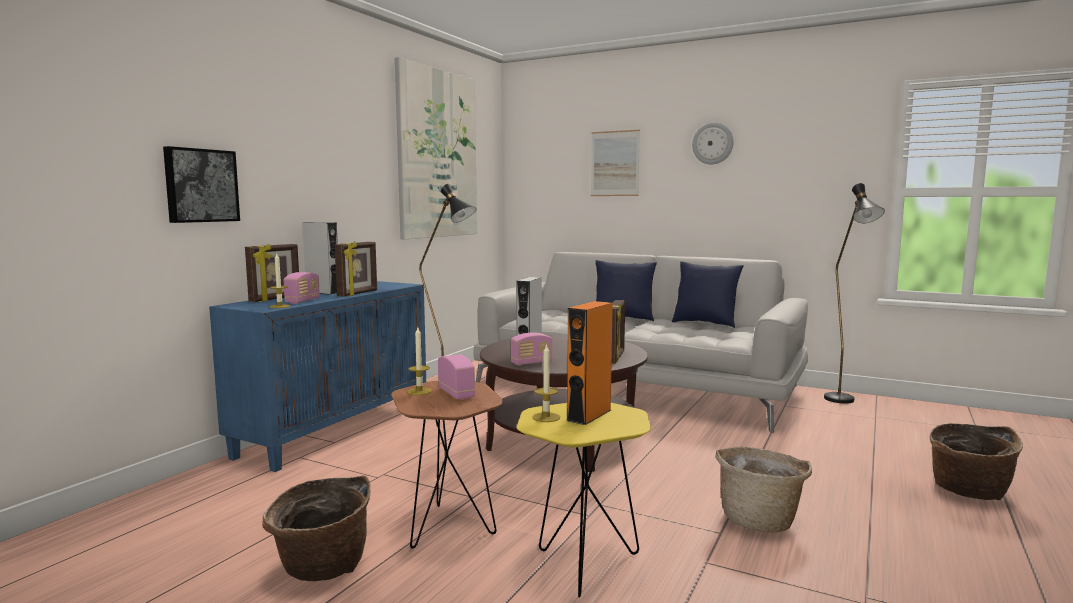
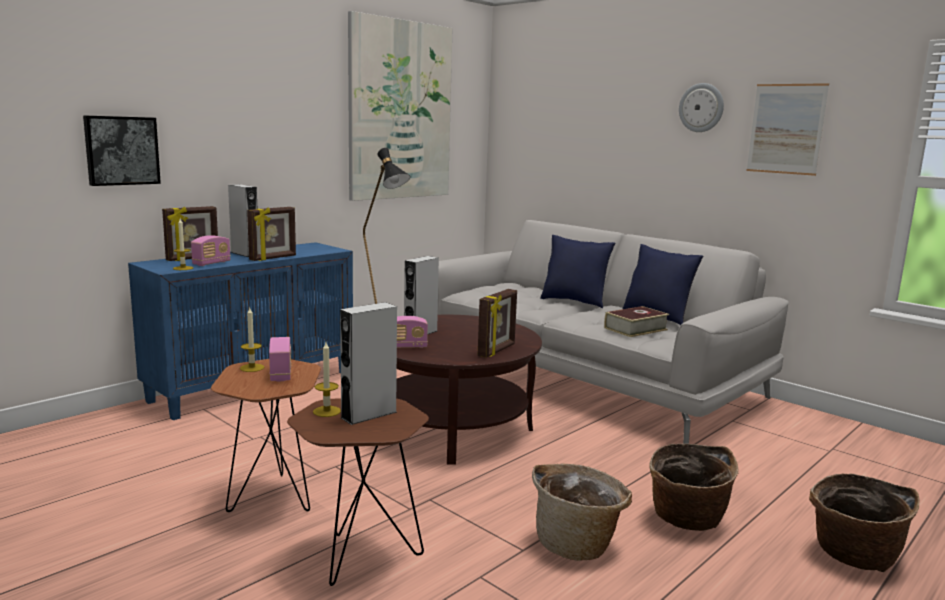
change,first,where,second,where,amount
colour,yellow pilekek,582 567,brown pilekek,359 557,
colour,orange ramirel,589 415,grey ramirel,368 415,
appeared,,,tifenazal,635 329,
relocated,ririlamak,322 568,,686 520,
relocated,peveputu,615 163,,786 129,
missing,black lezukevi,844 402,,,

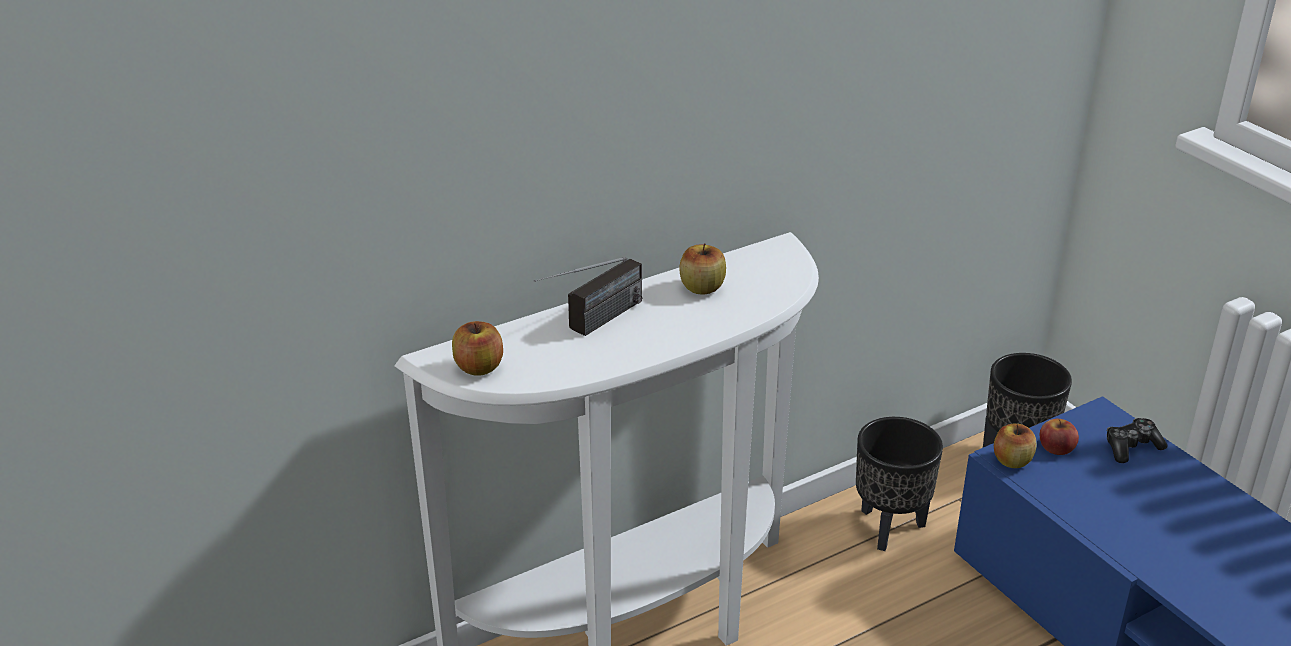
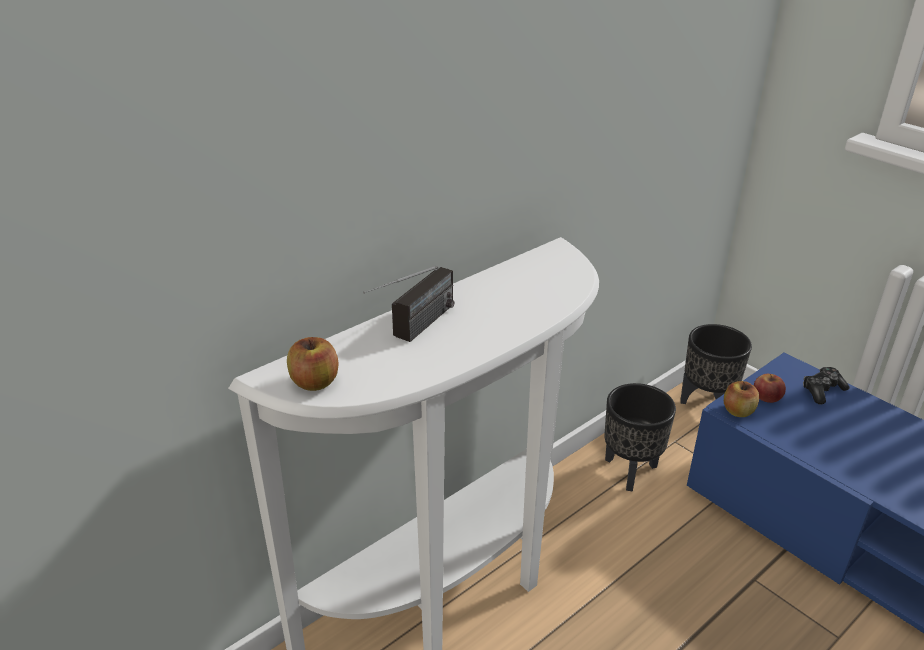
change,first,where,second,where,amount
missing,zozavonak,702 288,,,

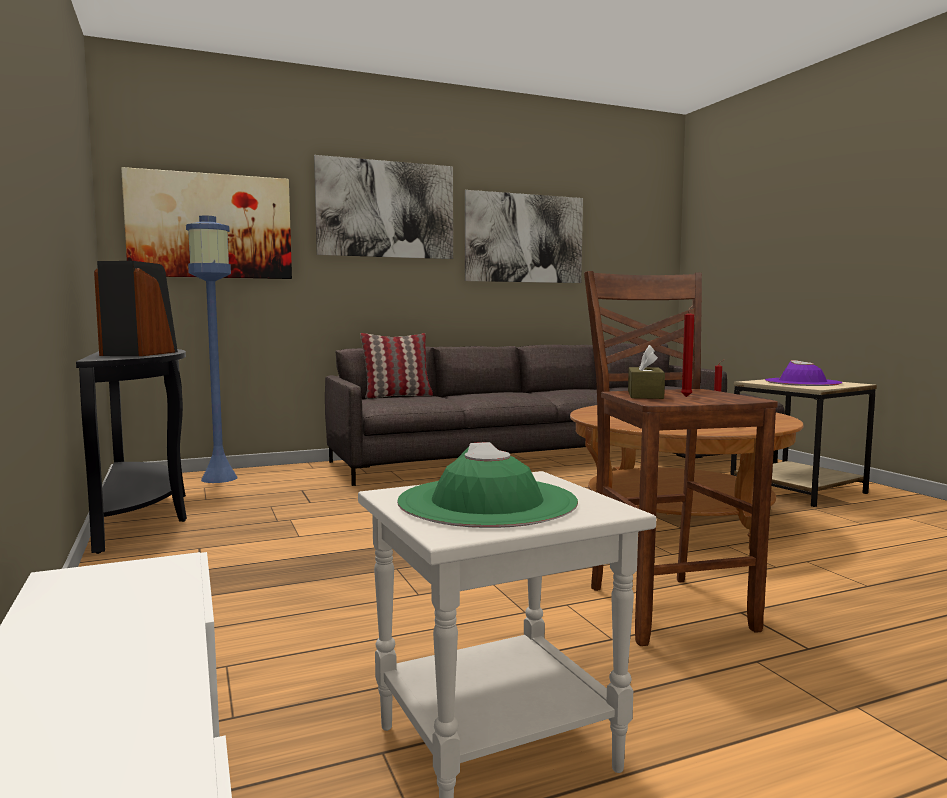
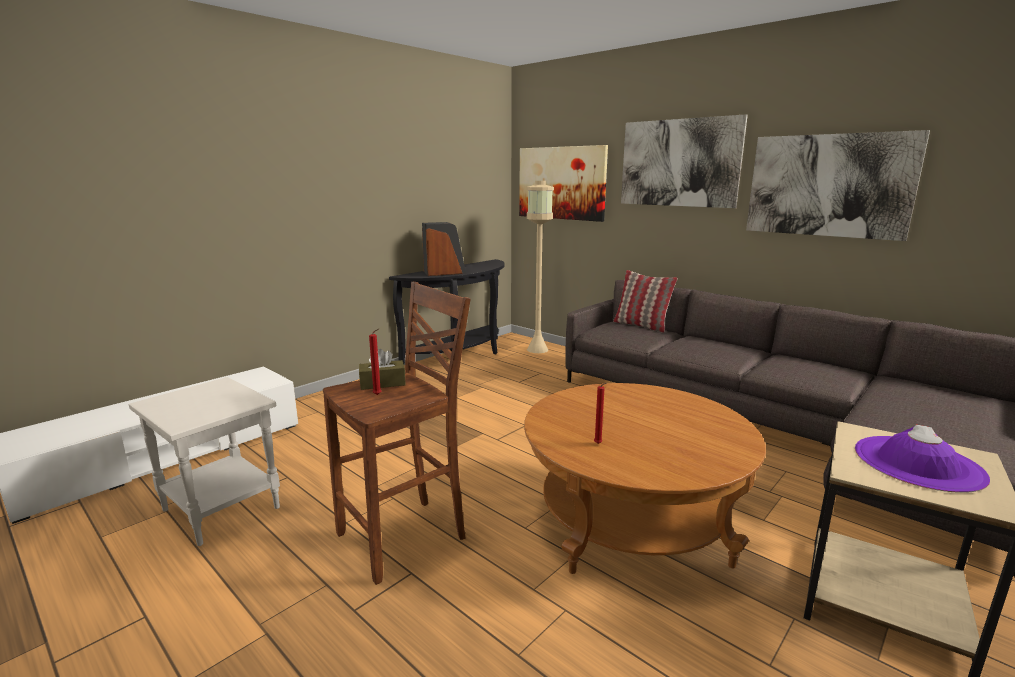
change,first,where,second,where,amount
colour,blue lezukevi,219 478,beige lezukevi,537 349,
missing,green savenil,487 502,,,

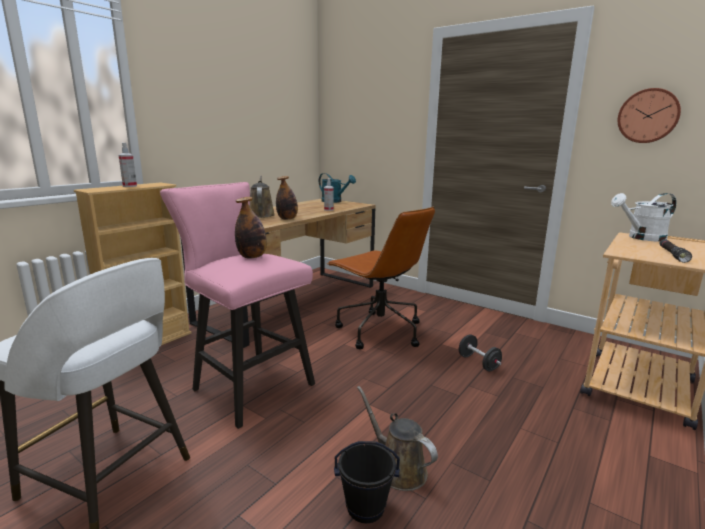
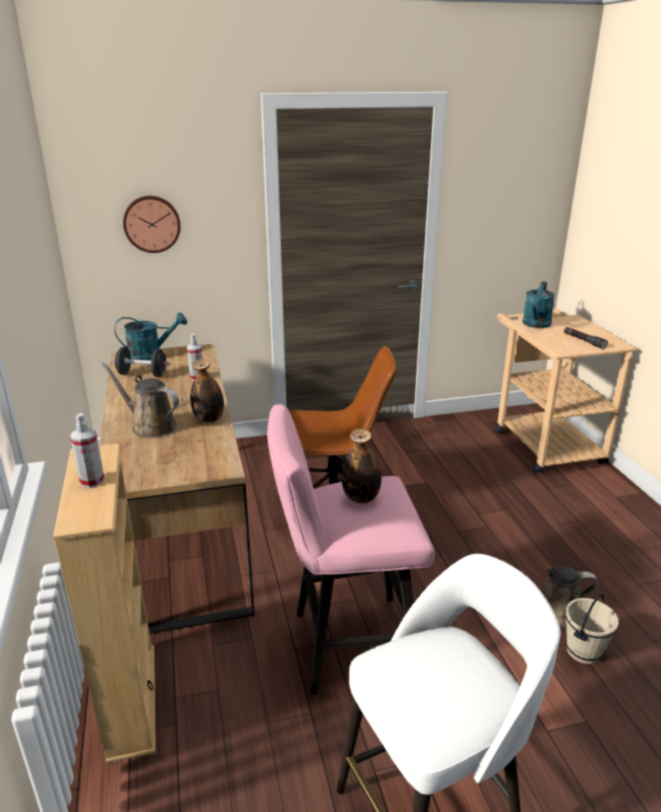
change,first,where,second,where,amount
relocated,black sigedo,478 363,,142 374,
relocated,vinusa,648 116,,152 223,
colour,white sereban,641 238,turquoise sereban,535 325,
colour,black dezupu,365 508,beige dezupu,584 652,

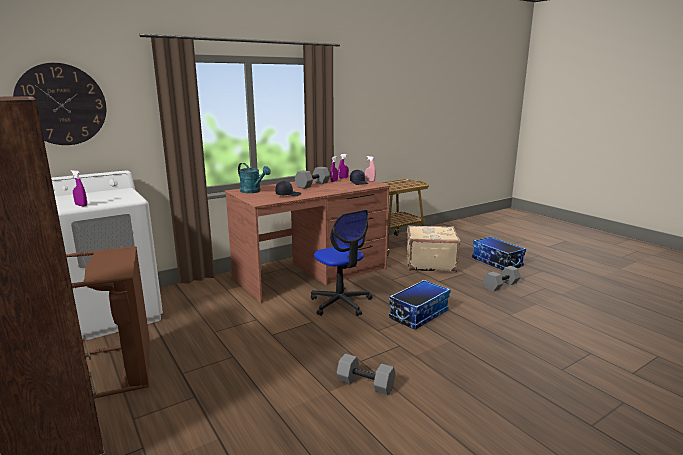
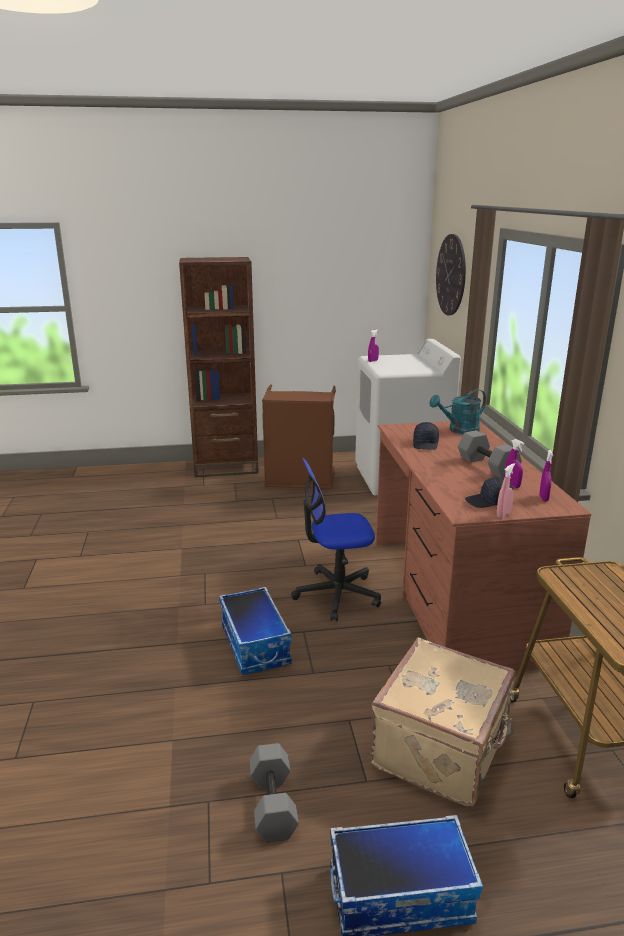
change,first,where,second,where,amount
missing,grey sigedo,366 383,,,

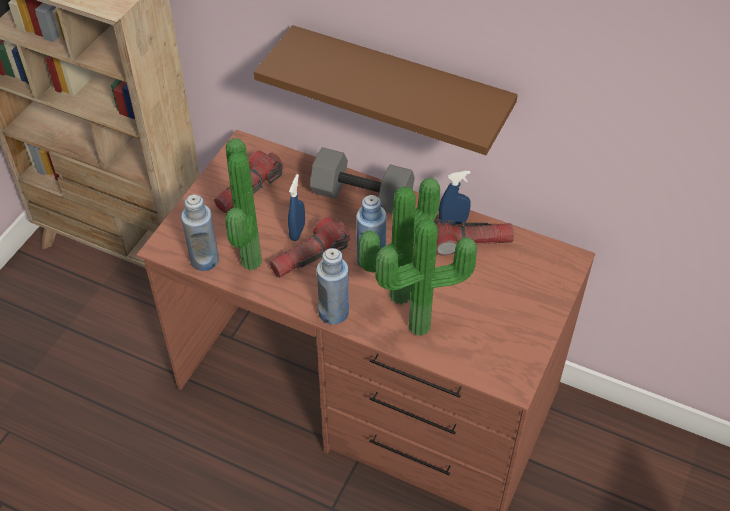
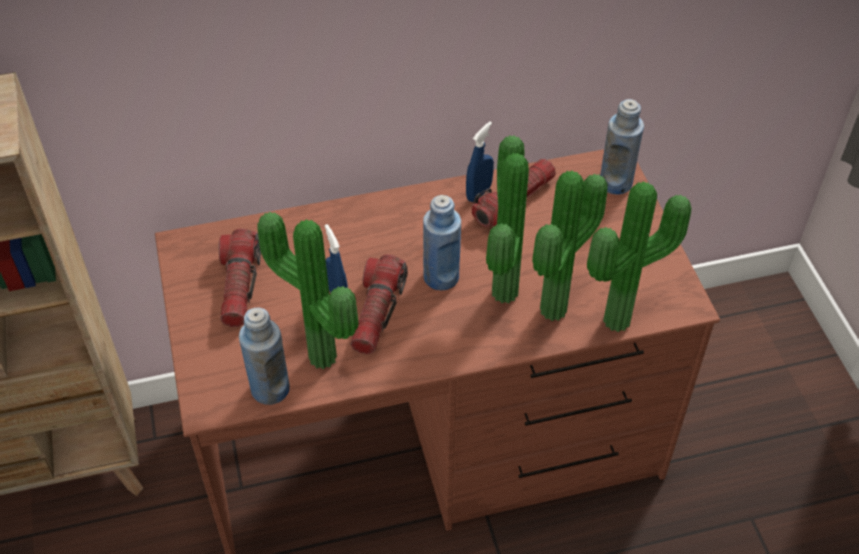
change,first,where,second,where,amount
appeared,,,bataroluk,621 324,
relocated,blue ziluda,333 312,,615 183,
missing,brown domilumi,400 87,,,
missing,grey sigedo,363 195,,,

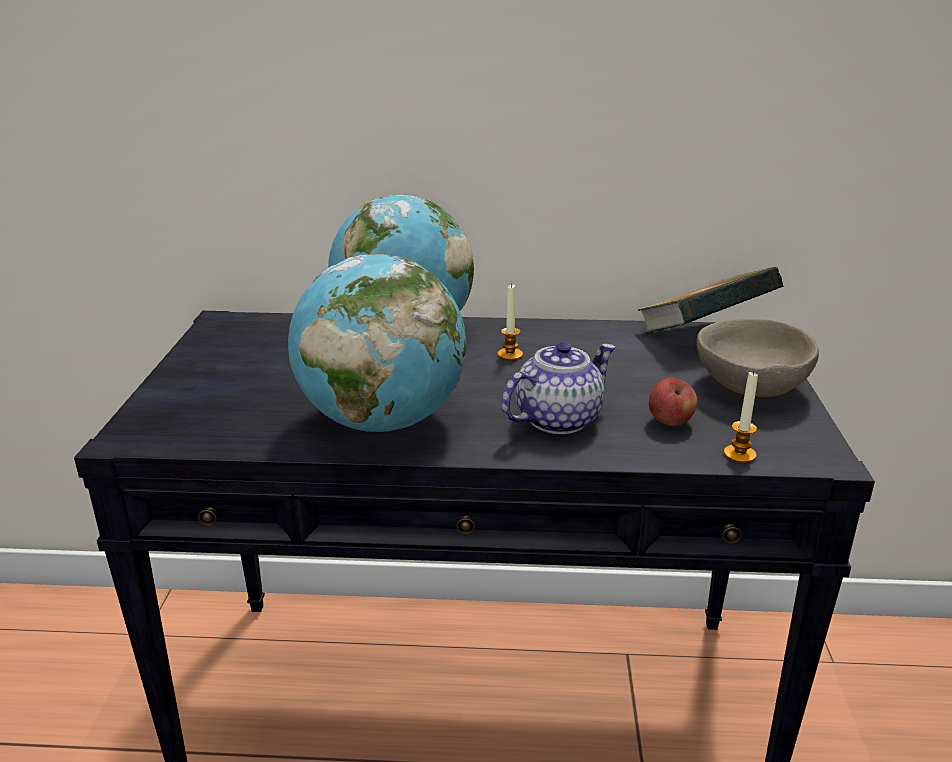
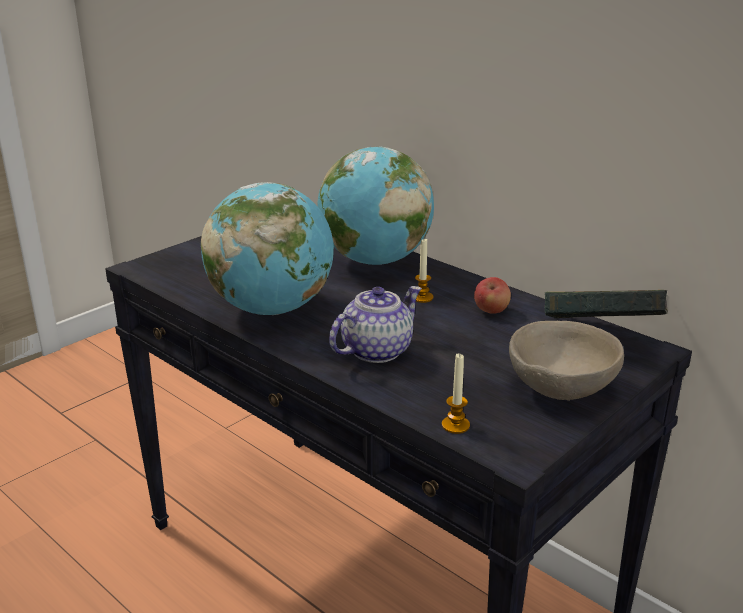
change,first,where,second,where,amount
spun,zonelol,558 419,,376 350,45 degrees counterclockwise
relocated,zozavonak,670 422,,491 311,

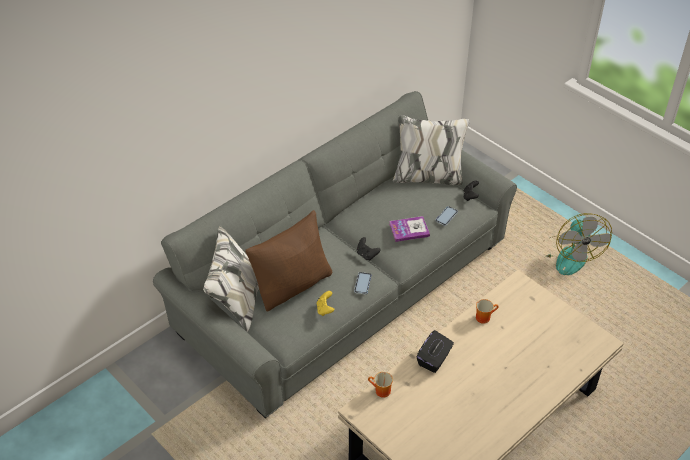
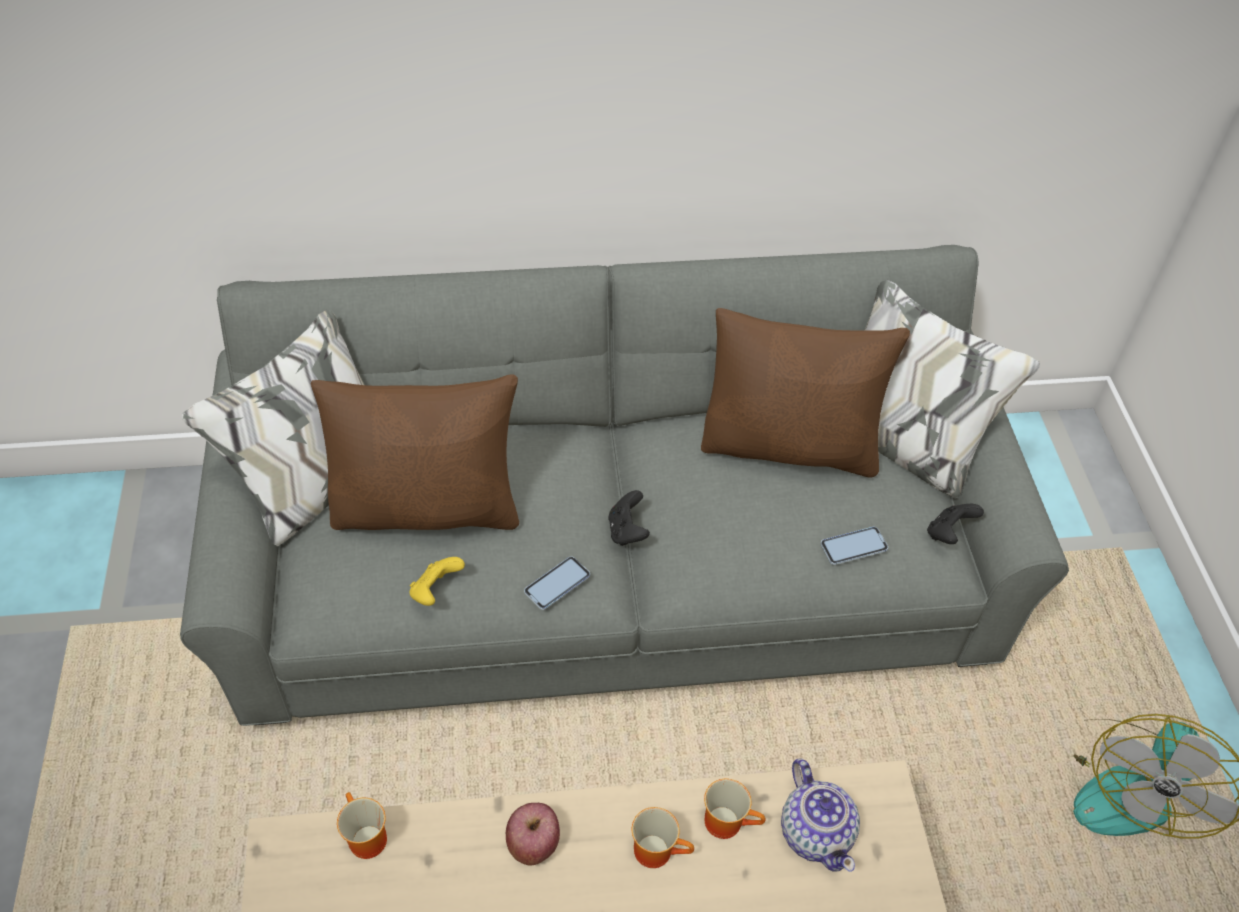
change,first,where,second,where,amount
exchanged,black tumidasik,434 359,zozavonak,533 845,
appeared,,,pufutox,658 849,
appeared,,,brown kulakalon,790 445,
appeared,,,zonelol,816 832,
missing,tifenazal,409 230,,,

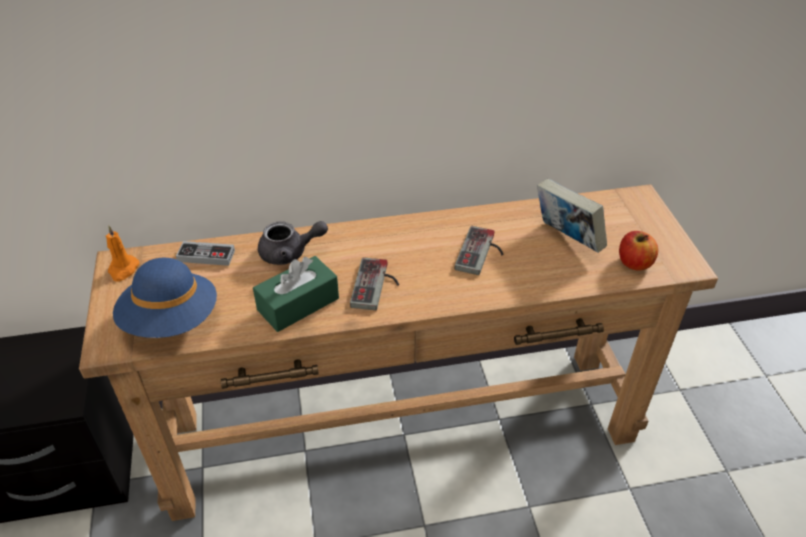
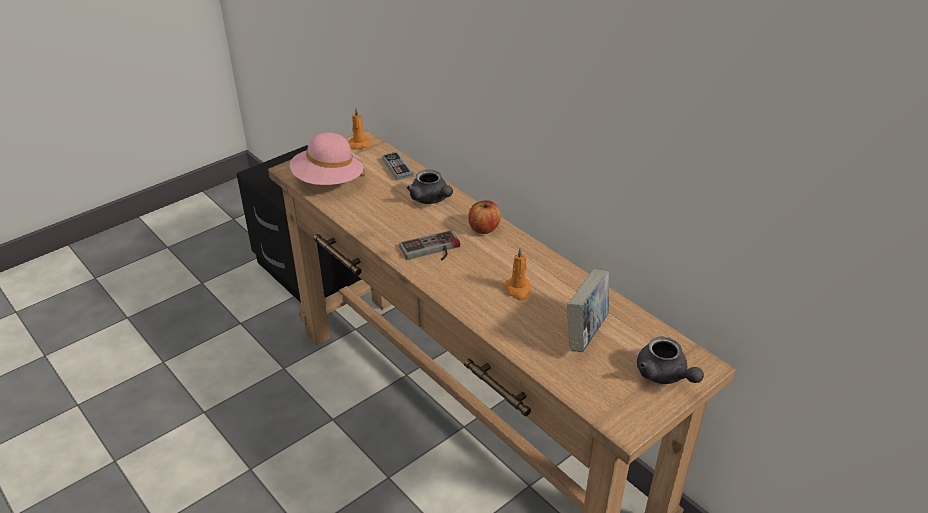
change,first,where,second,where,amount
colour,blue savenil,171 320,pink savenil,328 181,
relocated,zozavonak,634 263,,484 228,
exchanged,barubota,482 253,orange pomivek,518 290,
appeared,,,grey zonelol,665 375,
missing,green tumidasik,298 304,,,

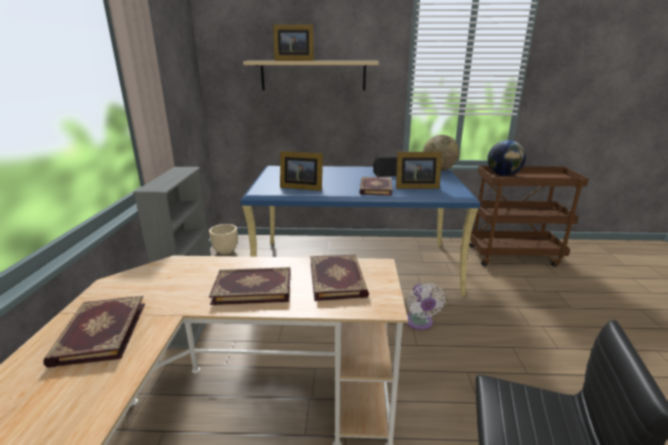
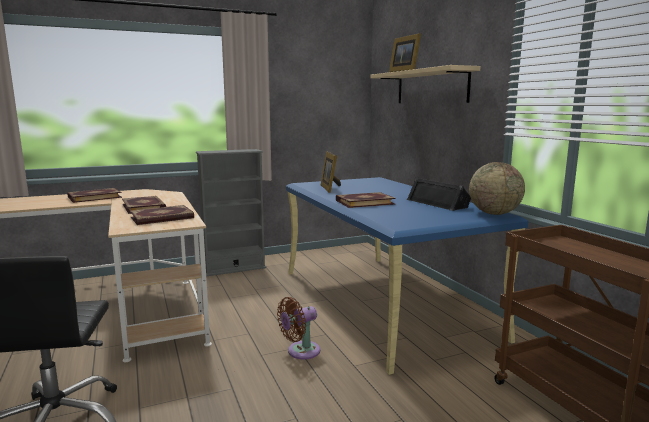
change,first,where,second,where,amount
colour,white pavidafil,419 323,brown pavidafil,300 352,
missing,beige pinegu,225 251,,,
missing,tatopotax,415 187,,,
missing,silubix,503 175,,,

